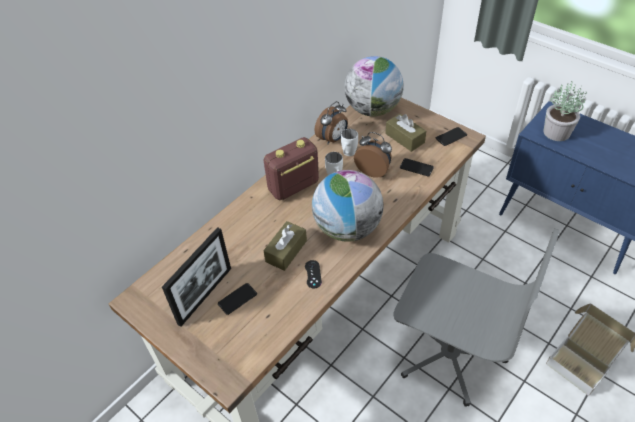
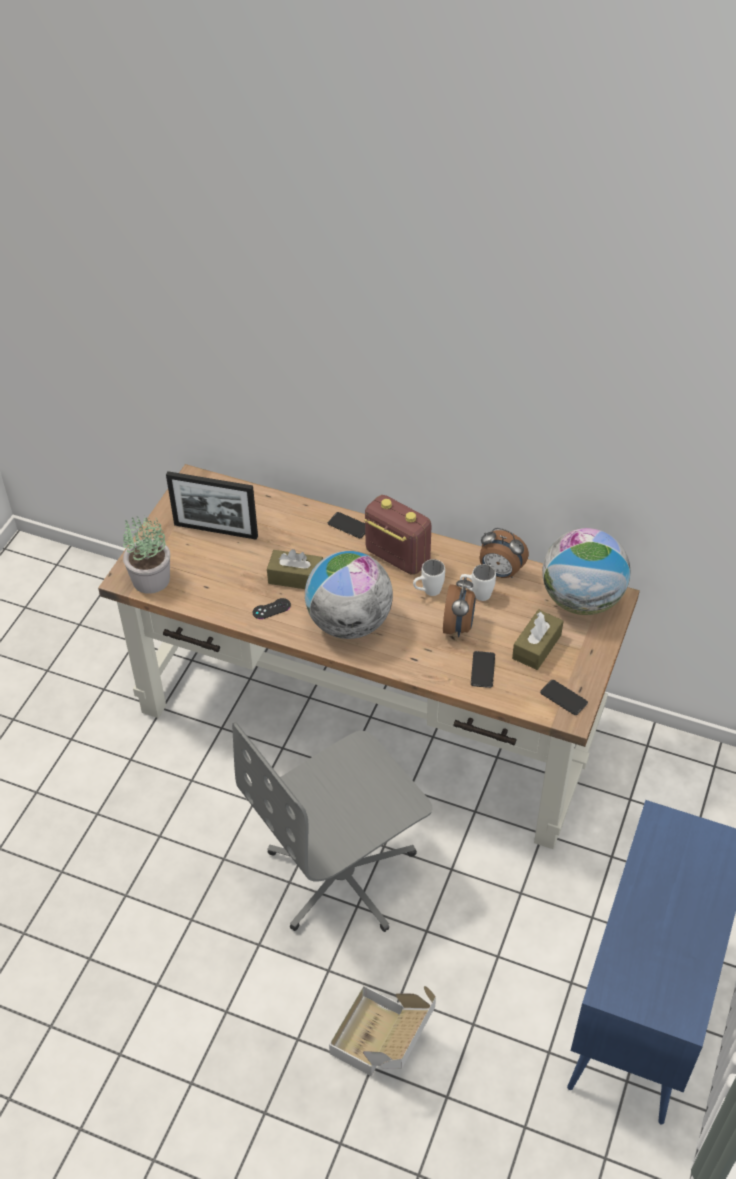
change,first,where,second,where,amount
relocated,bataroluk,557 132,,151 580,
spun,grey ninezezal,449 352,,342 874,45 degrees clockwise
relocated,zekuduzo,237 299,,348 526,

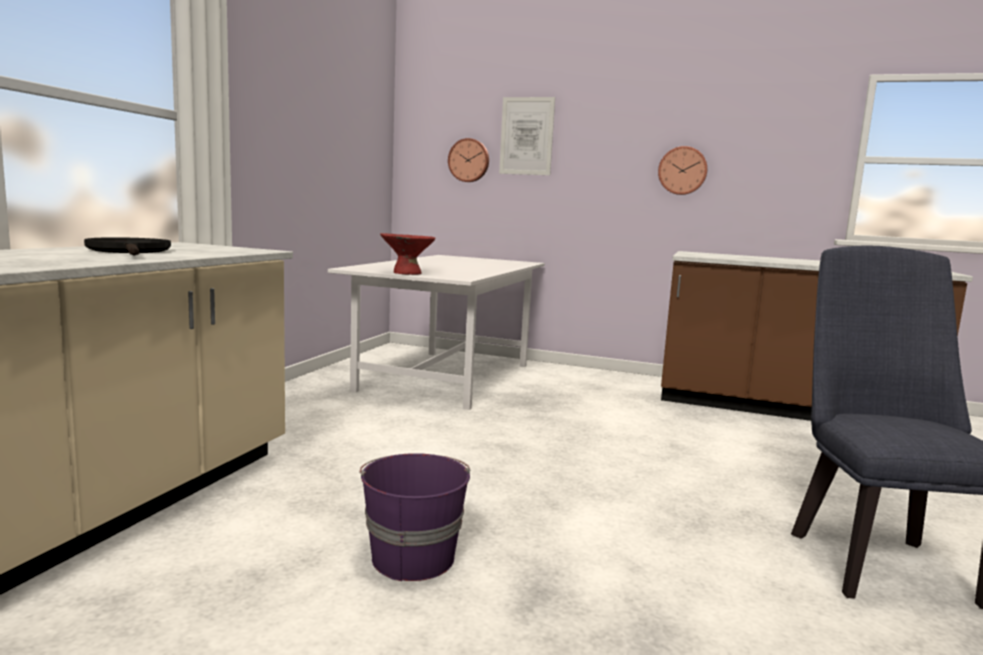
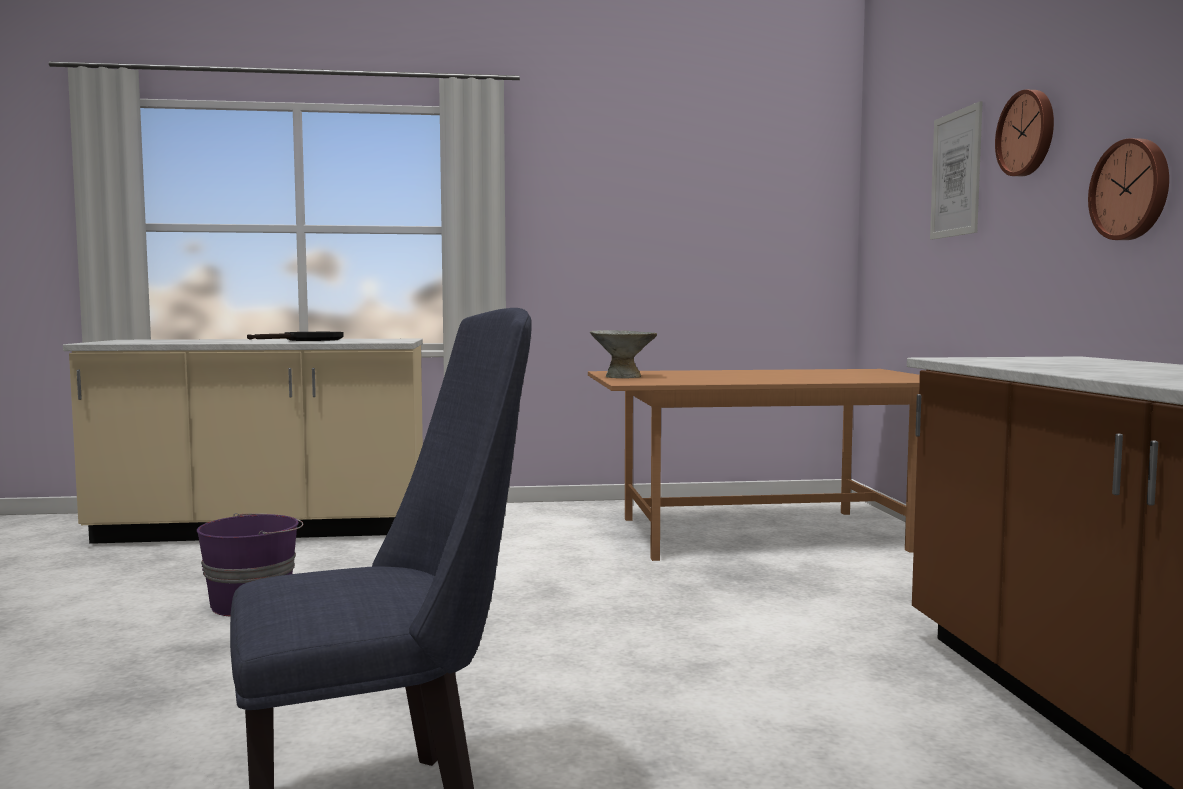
change,first,where,second,where,amount
colour,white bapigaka,446 377,brown bapigaka,761 533,
colour,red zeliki,407 273,grey zeliki,623 376,
relocated,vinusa,469 160,,1028 133,

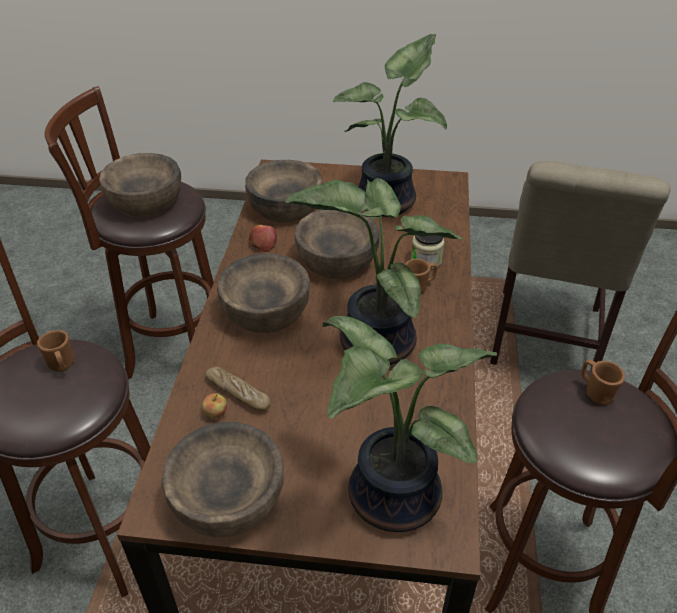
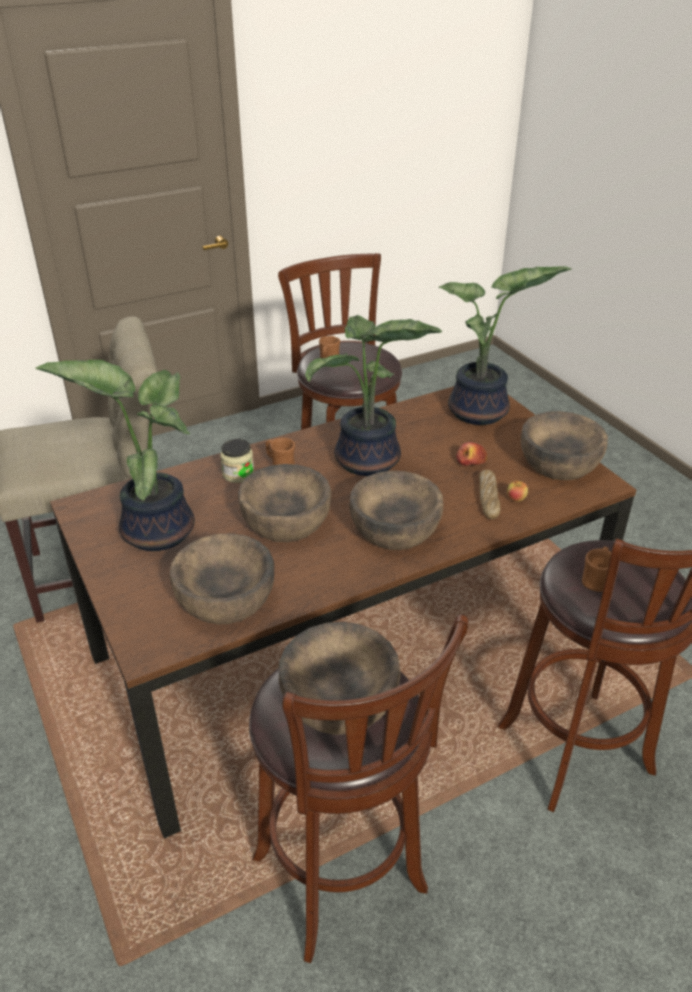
change,first,where,second,where,amount
relocated,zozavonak,263 243,,471 462,

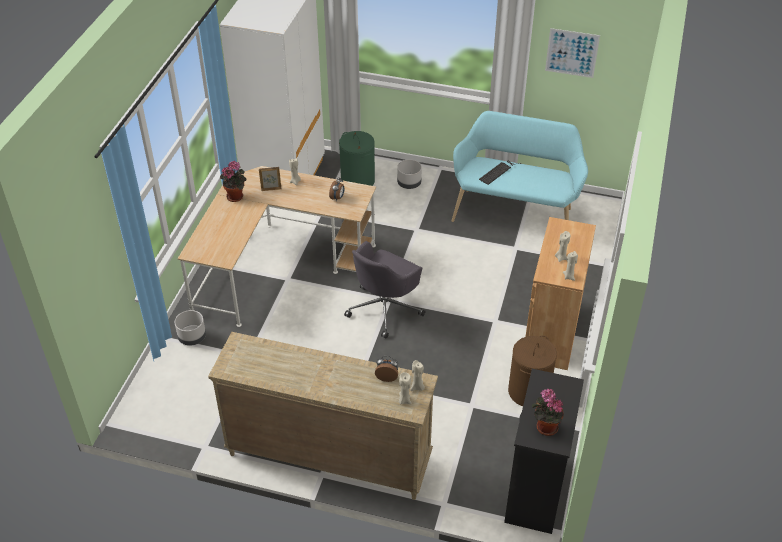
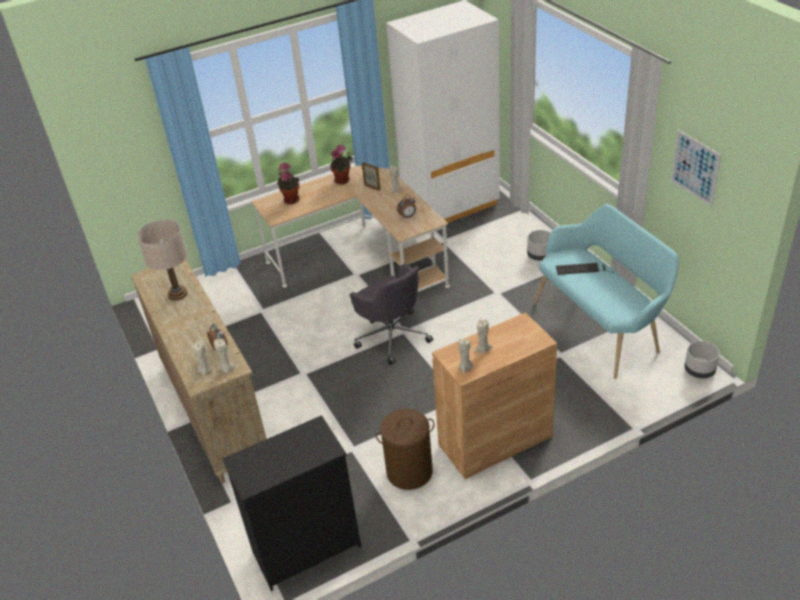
change,first,where,second,where,amount
appeared,,,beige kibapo,177 294,
relocated,bataroluk,545 427,,291 199,
spun,grey ninezezal,385 308,,392 336,120 degrees counterclockwise
relocated,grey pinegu,192 338,,699 371,
missing,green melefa,357 181,,,

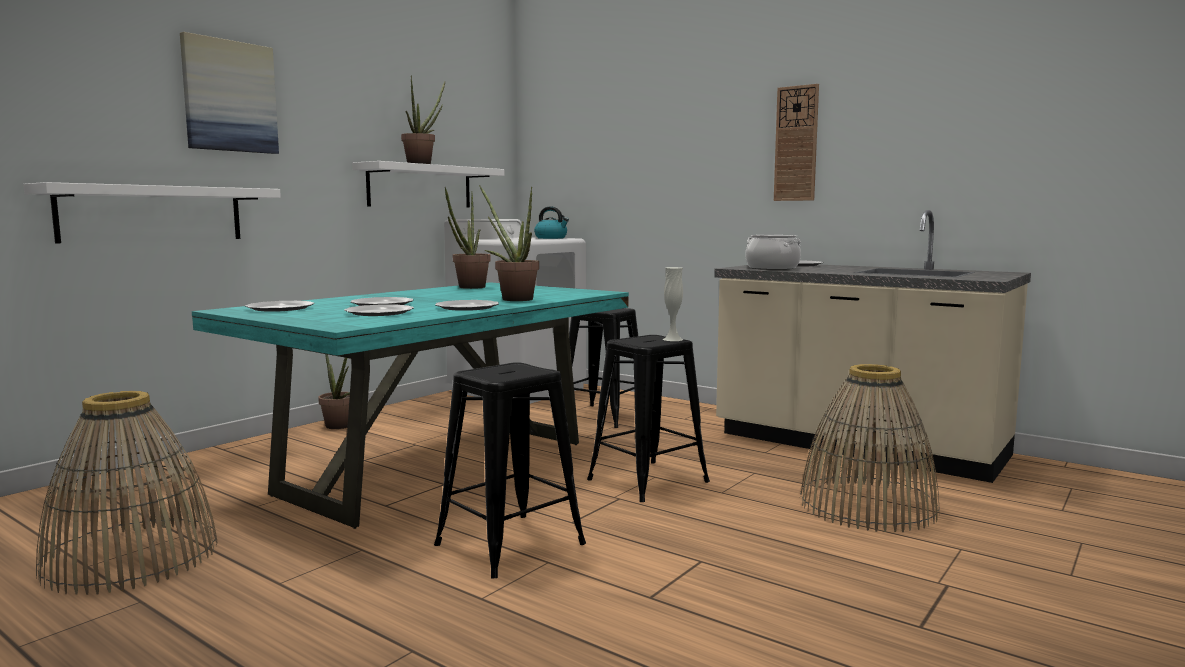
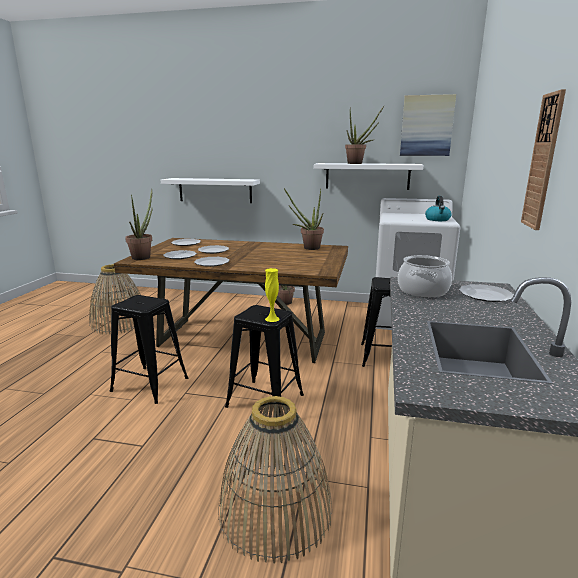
change,first,where,second,where,amount
colour,turquoise bapigaka,438 468,brown bapigaka,242 340,
relocated,bataroluk,512 299,,143 257,
colour,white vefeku,672 339,yellow vefeku,272 319,
relocated,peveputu,229 96,,426 126,

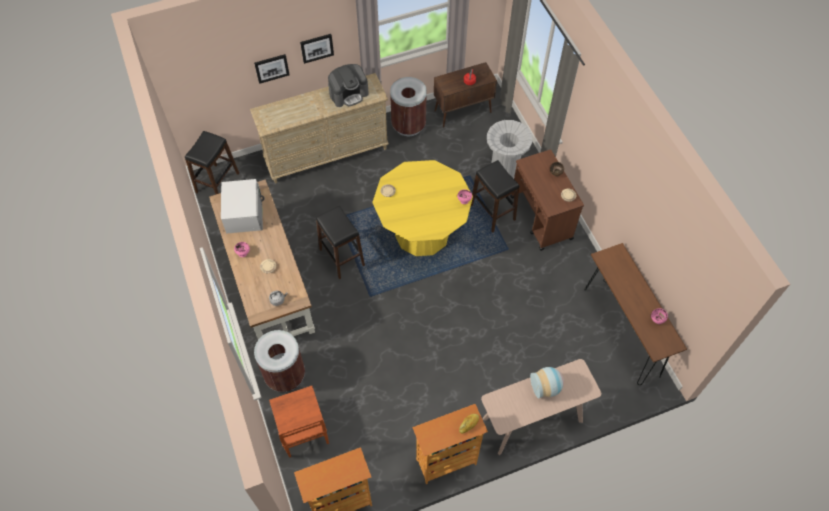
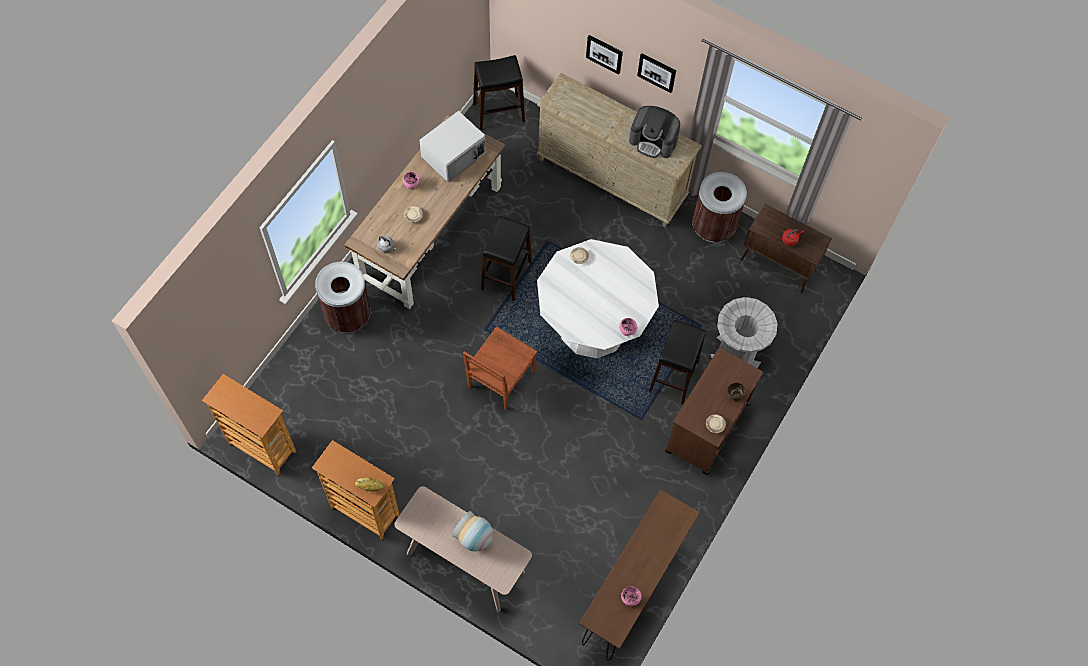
change,first,where,second,where,amount
relocated,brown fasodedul,303 430,,500 379,
colour,yellow bapigaka,422 233,white bapigaka,592 327,

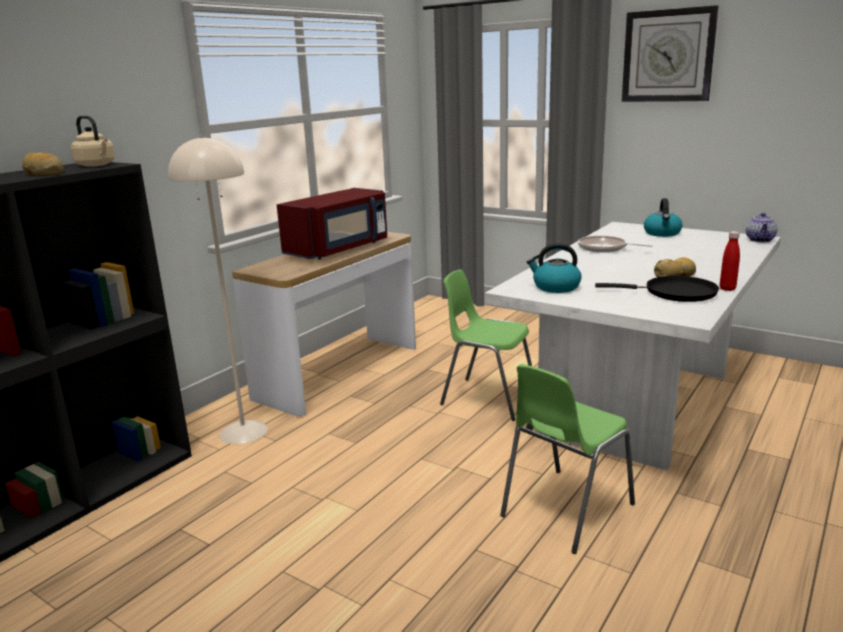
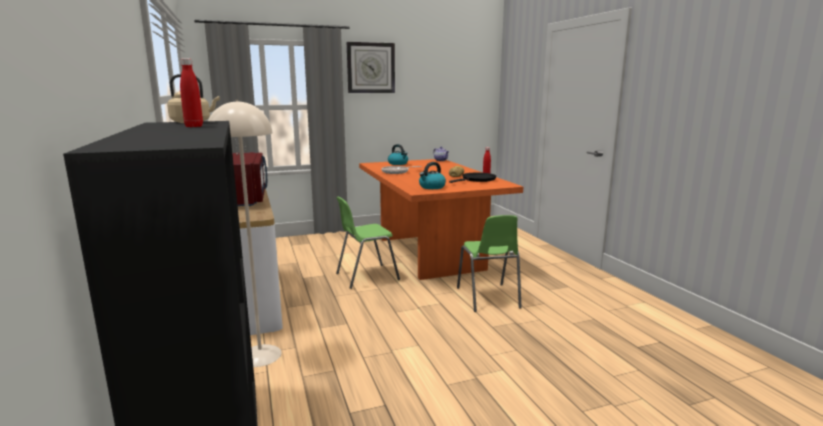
change,first,where,second,where,amount
exchanged,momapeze,44 173,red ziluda,194 126,
colour,white bapigaka,638 403,orange bapigaka,430 253,

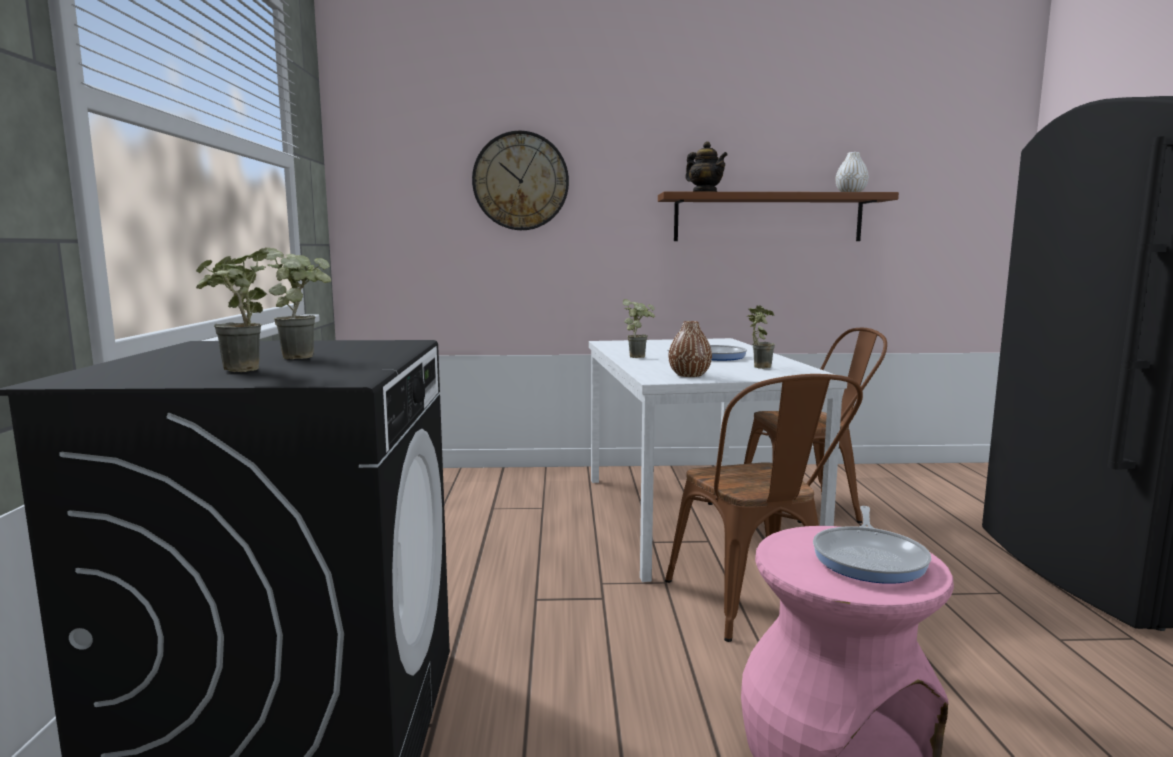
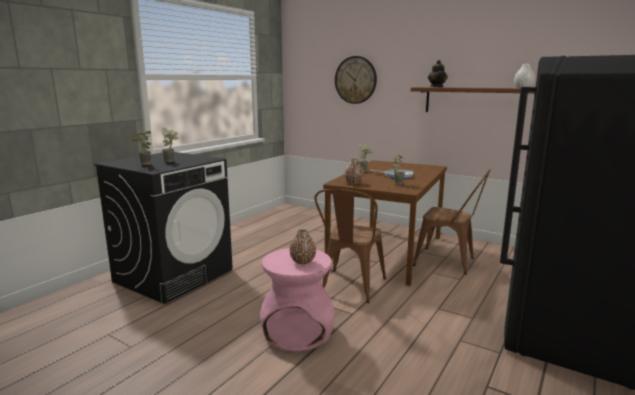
change,first,where,second,where,amount
exchanged,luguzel,870 559,brown vefeku,303 261,
colour,white bapigaka,689 517,brown bapigaka,386 251,

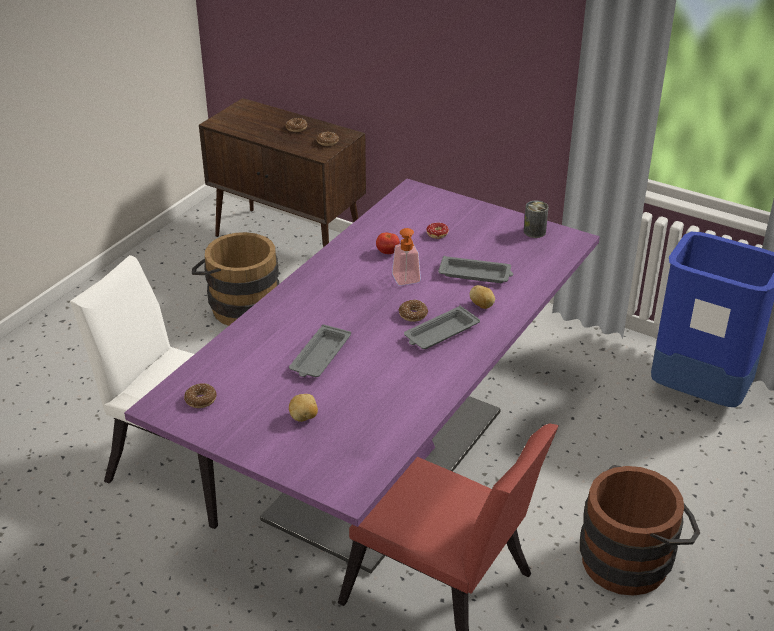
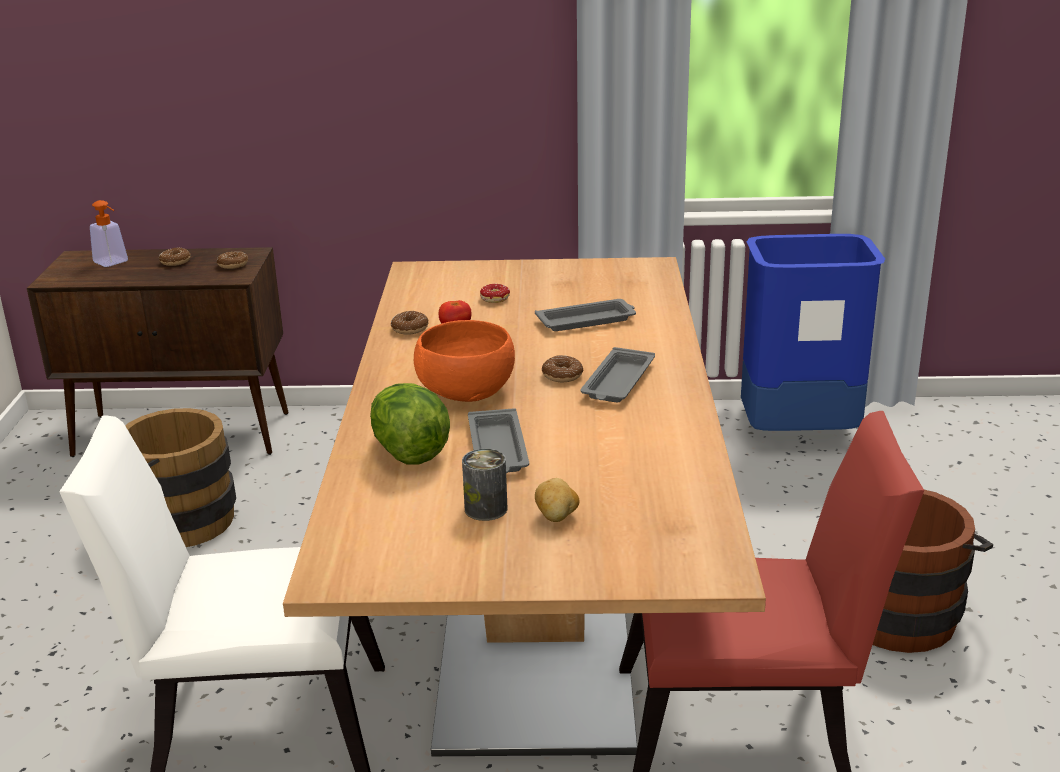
change,first,where,second,where,amount
relocated,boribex,407 281,,114 263,
colour,purple bapigaka,387 464,beige bapigaka,536 625,
appeared,,,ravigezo,409 451,
relocated,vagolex,201 400,,410 329,
appeared,,,orange zeliki,465 392,
relocated,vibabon,534 231,,486 509,
missing,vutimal,482 305,,,

